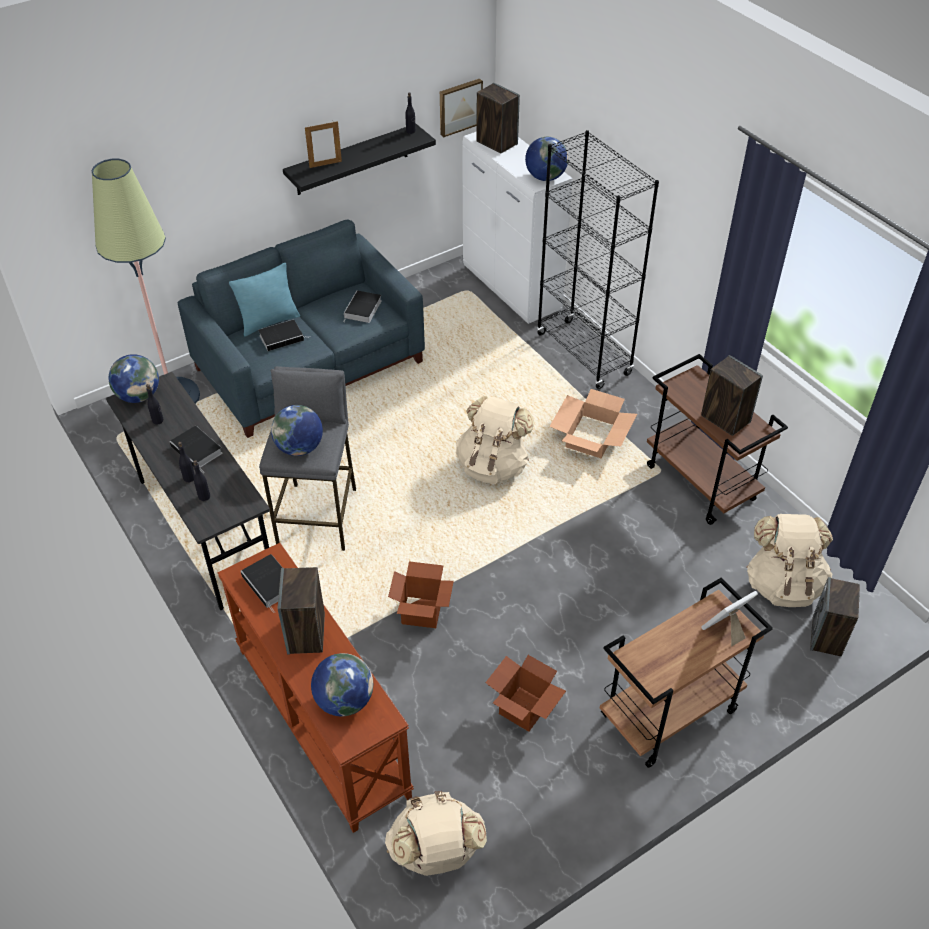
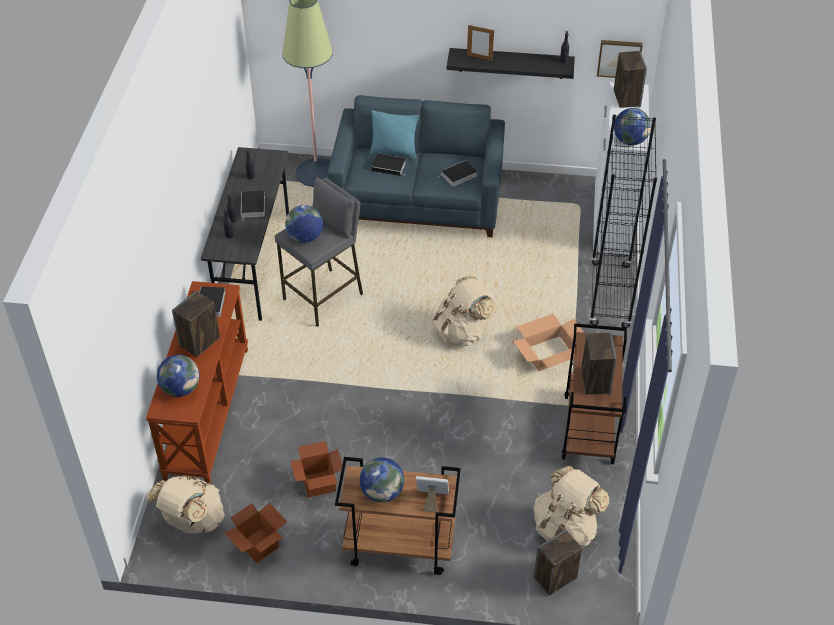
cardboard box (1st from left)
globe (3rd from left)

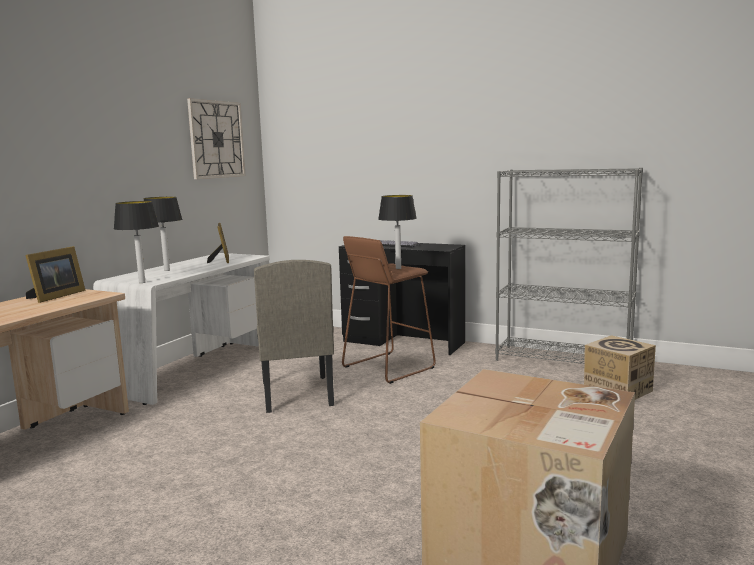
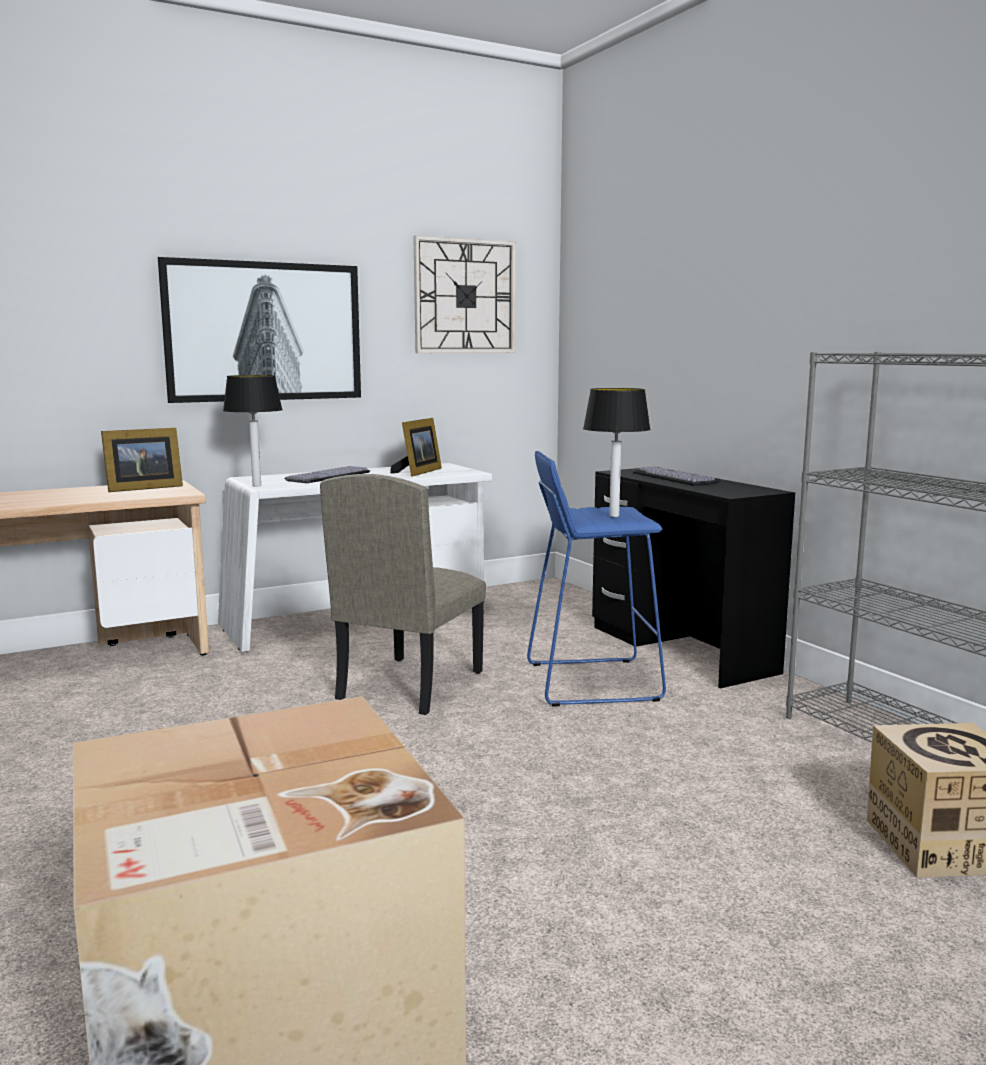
picture
keyboard (1st from left)
stool in blue

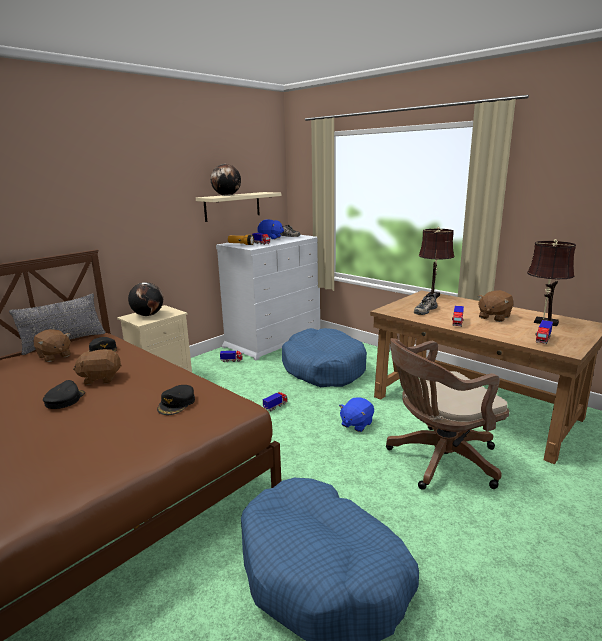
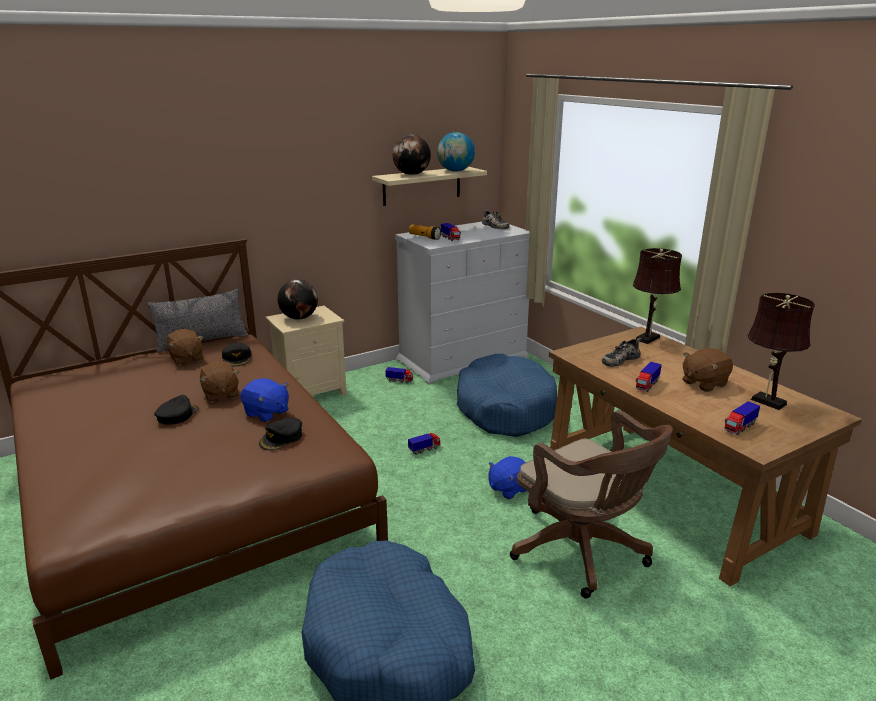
plush toy in brown (2nd from left)
plush toy in blue (1st from left)
globe (3rd from left)
office chair in brown

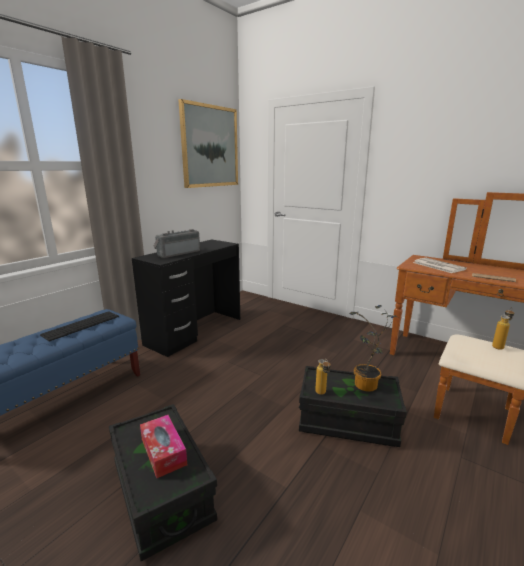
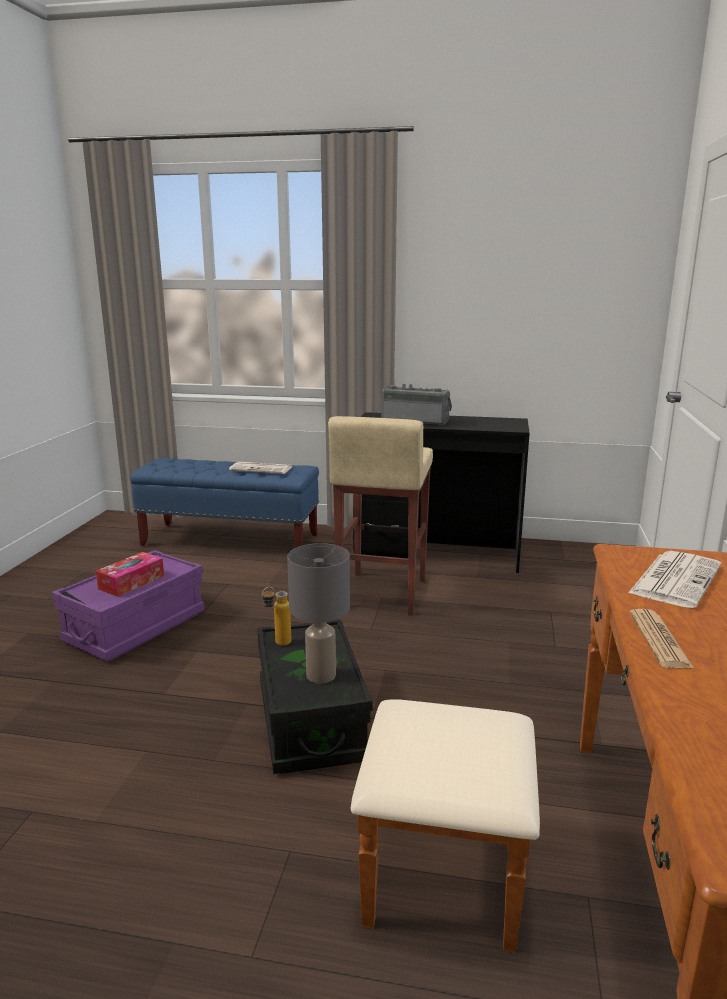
storage box in purple
newspaper (1st from left)
table lamp in grey
stool in beige
picture
bottle (2nd from left in the first image)

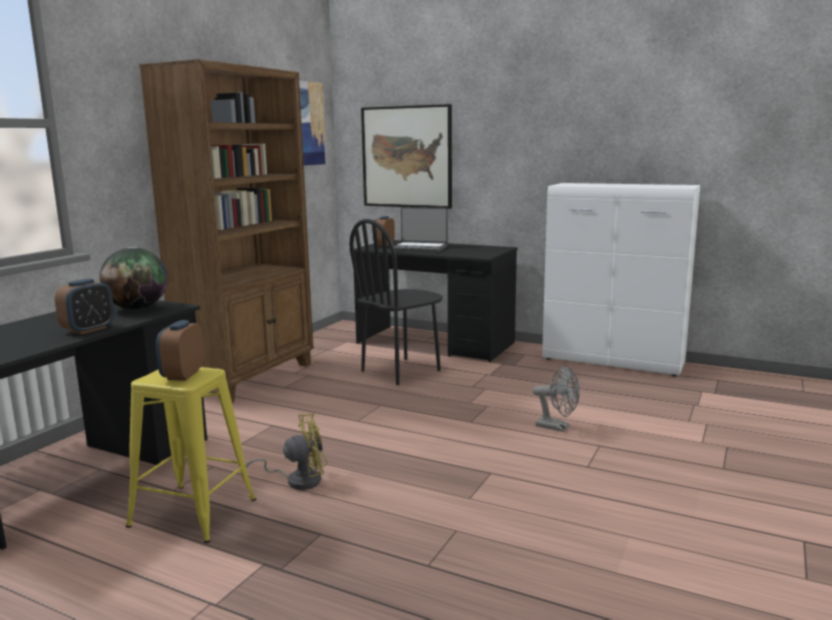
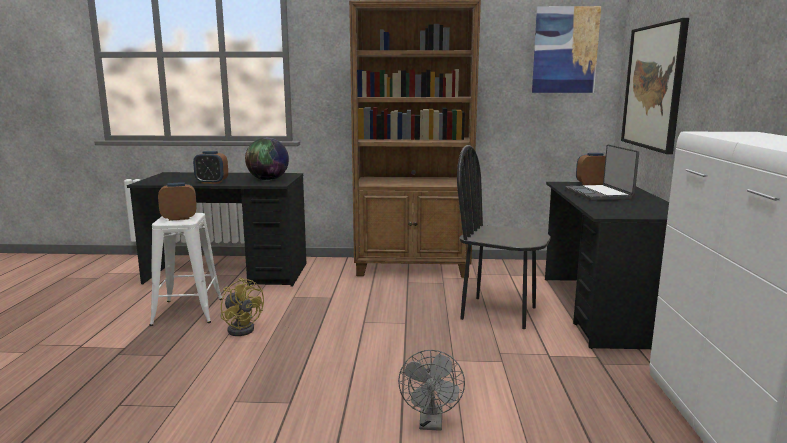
stool in white

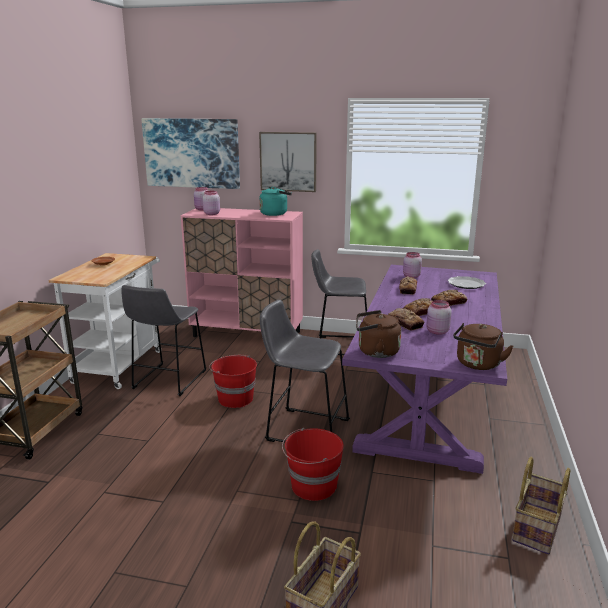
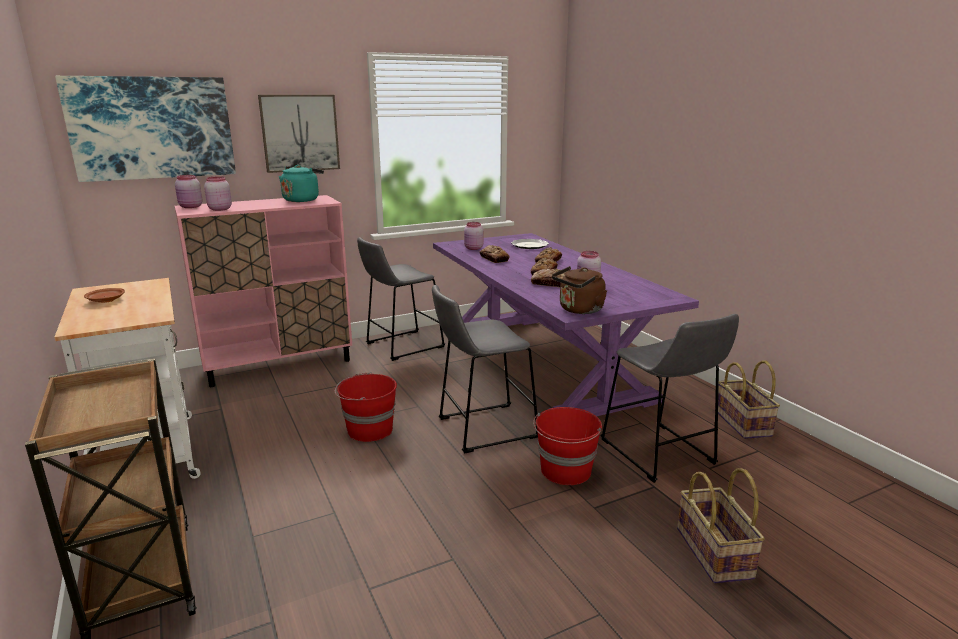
stool in grey (3rd from left)
kettle in brown (2nd from left in the first image)

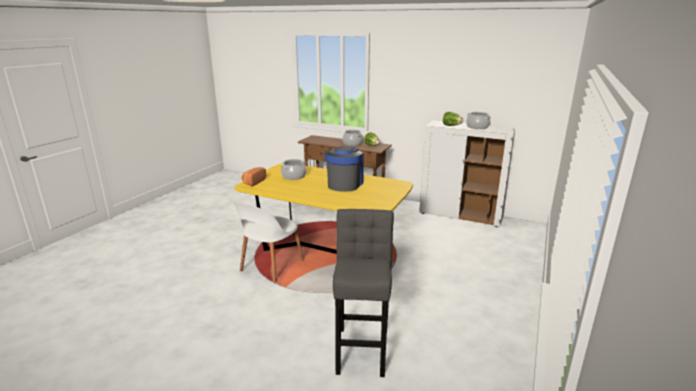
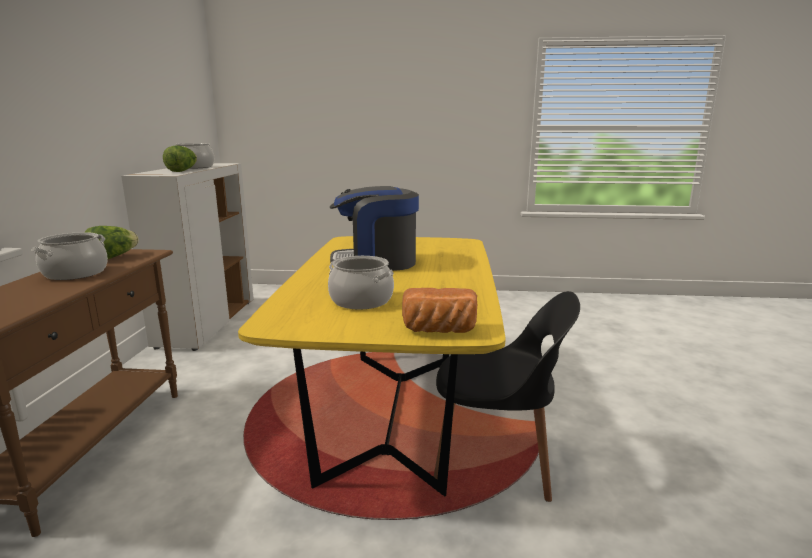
chair in black
stool in grey

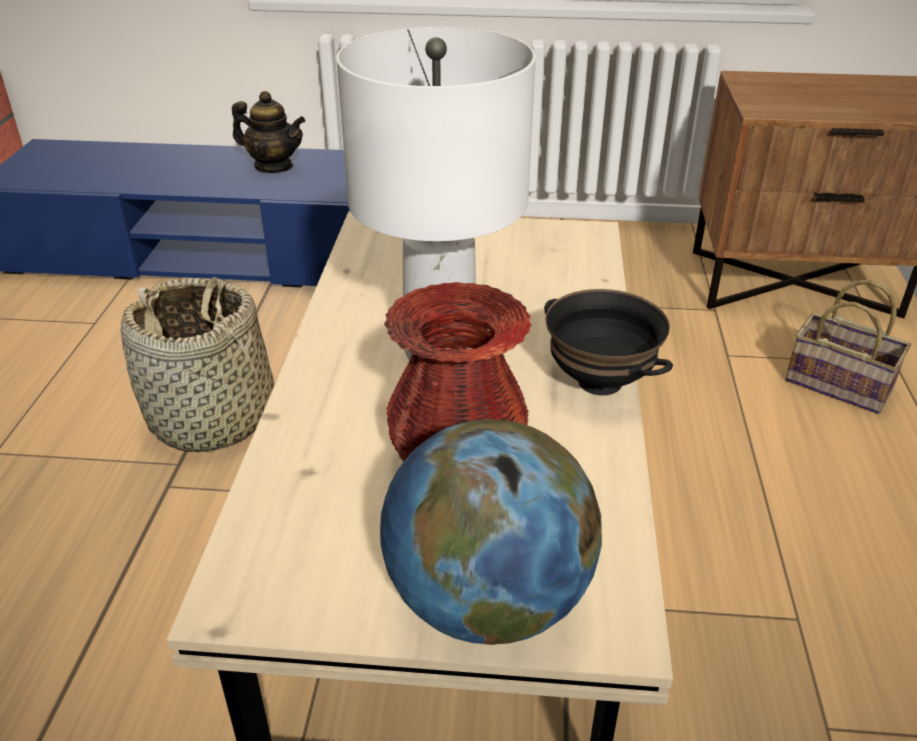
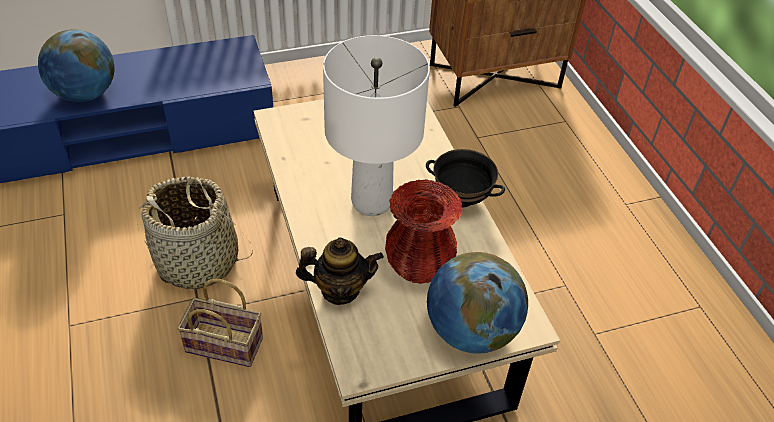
globe (1st from left)
basket (2nd from left)
teapot

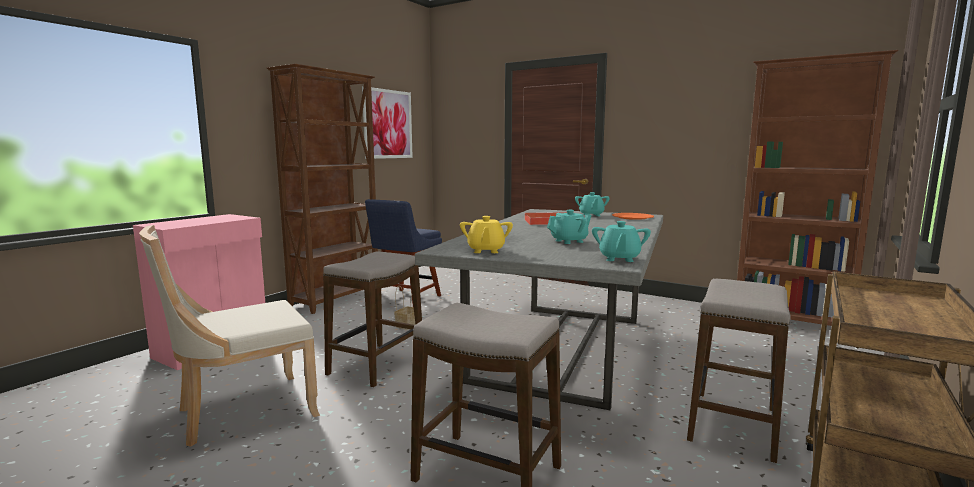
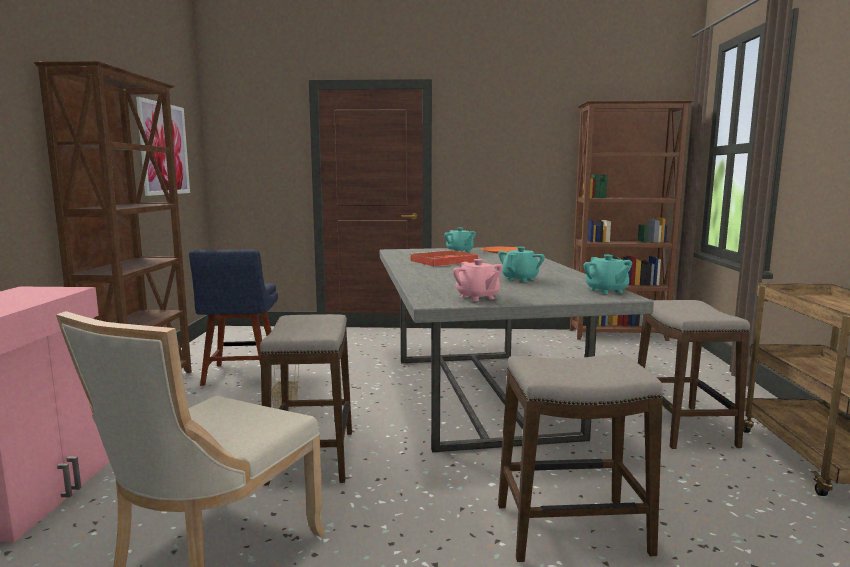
teapot in pink

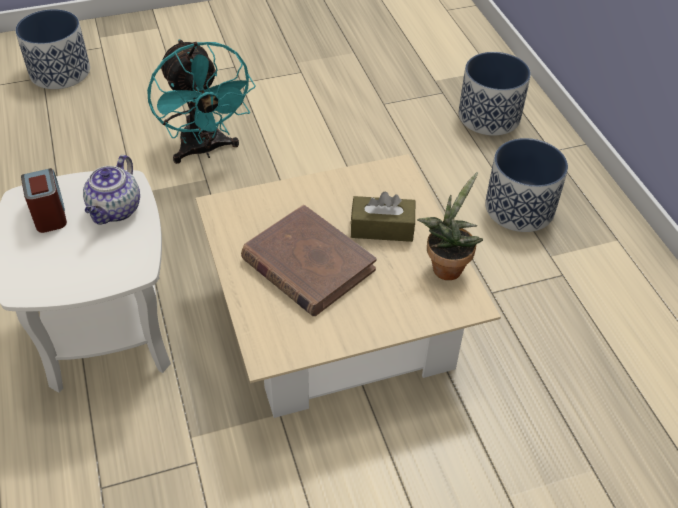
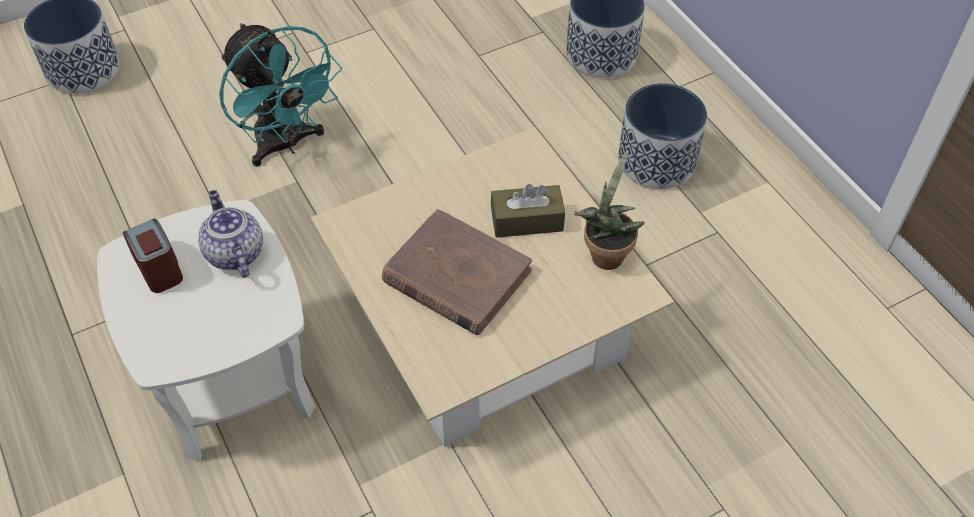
teapot

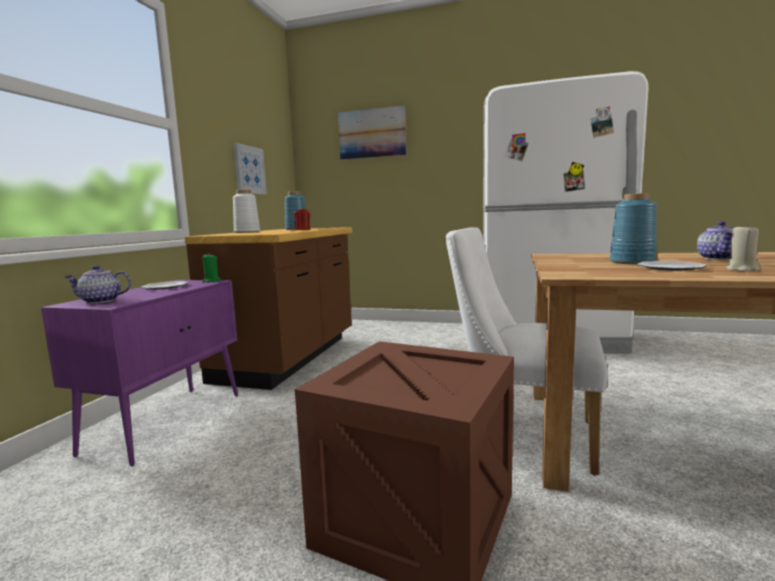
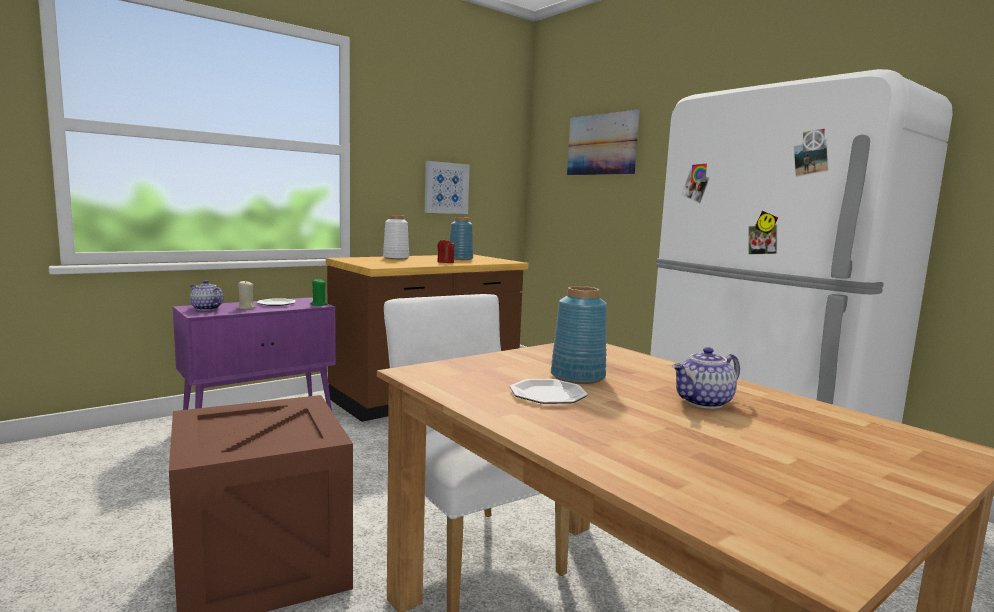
candle in beige

